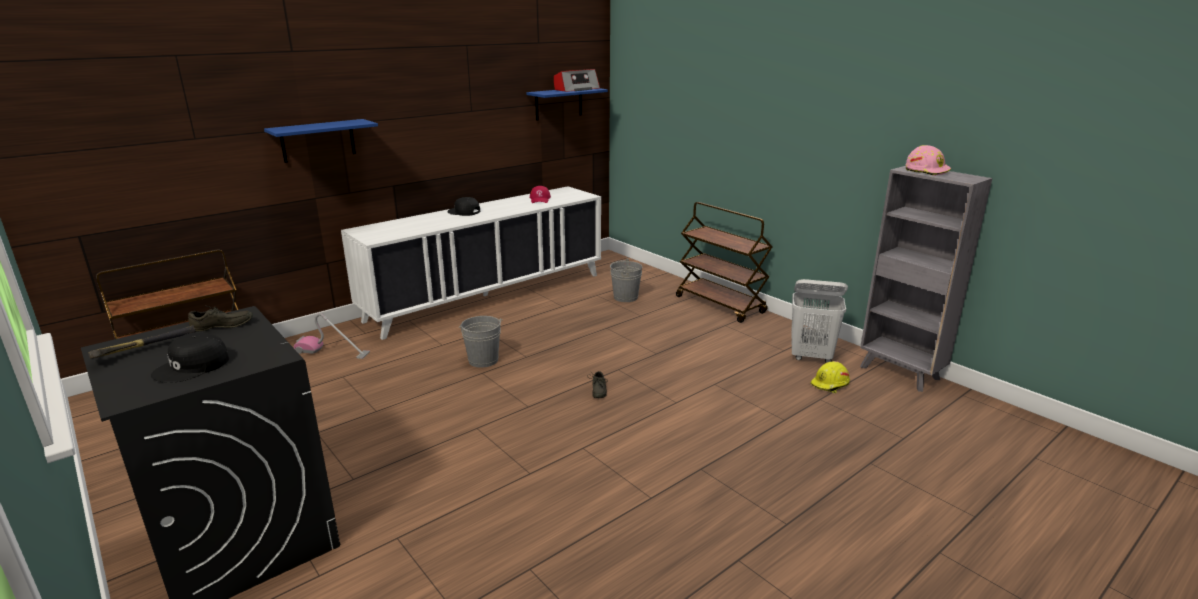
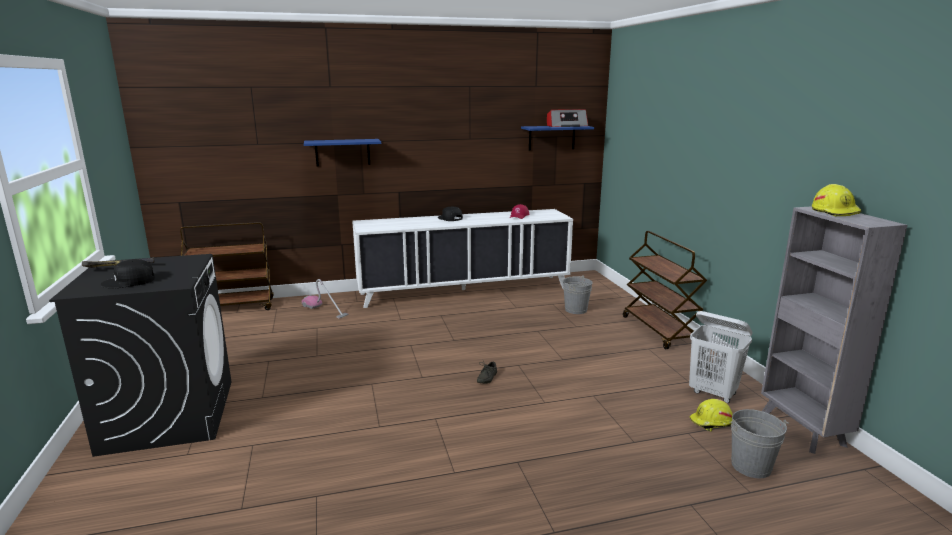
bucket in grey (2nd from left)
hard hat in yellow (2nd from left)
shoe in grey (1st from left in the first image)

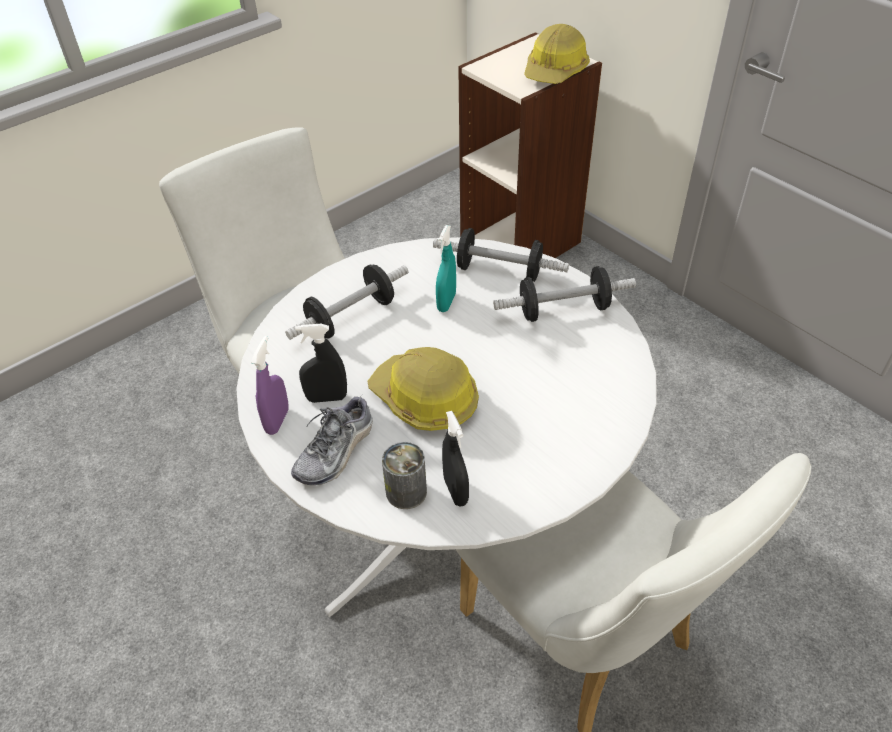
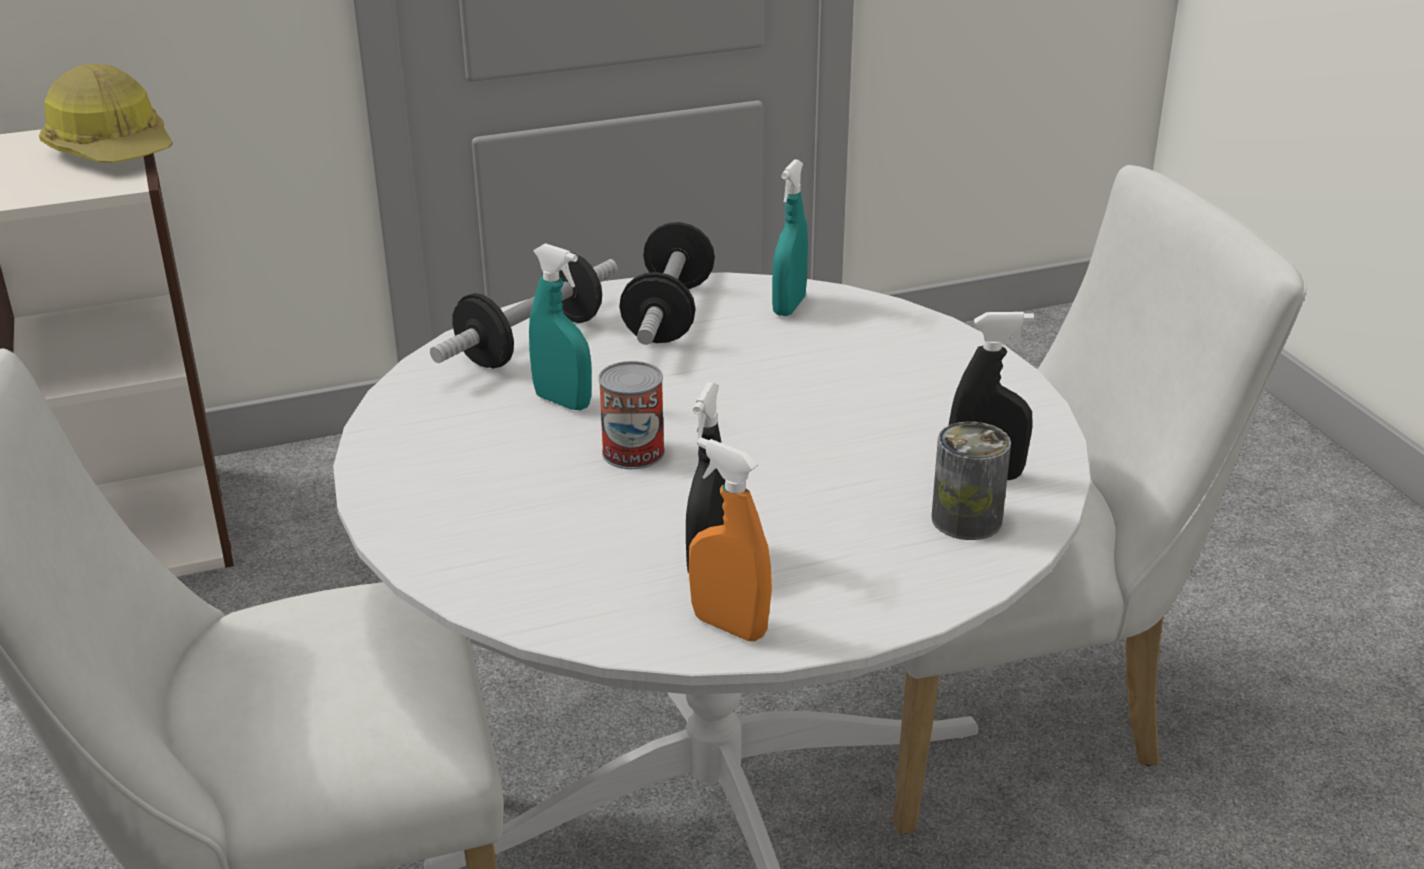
can (1st from left)
spray bottle in orange
spray bottle in turquoise (2nd from left)
dumbbell (1st from left in the first image)
shoe
hard hat (1st from left in the first image)

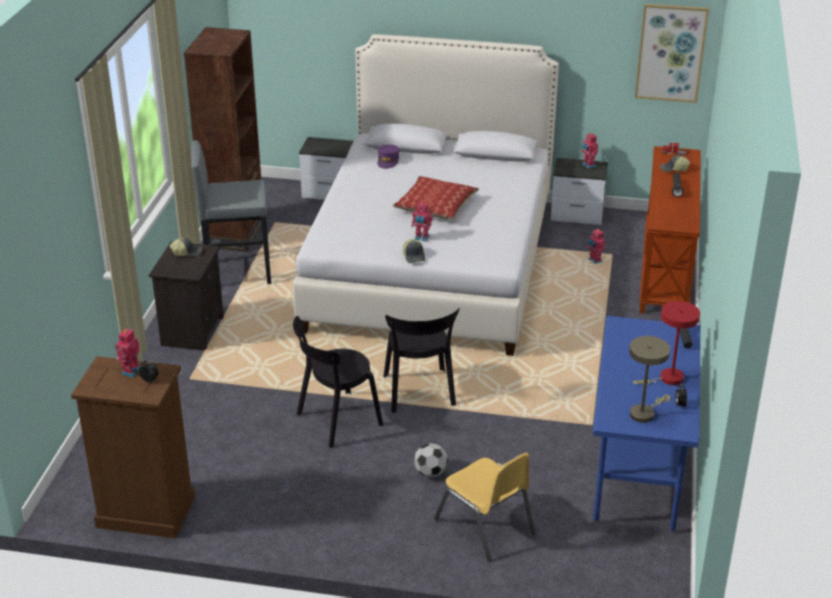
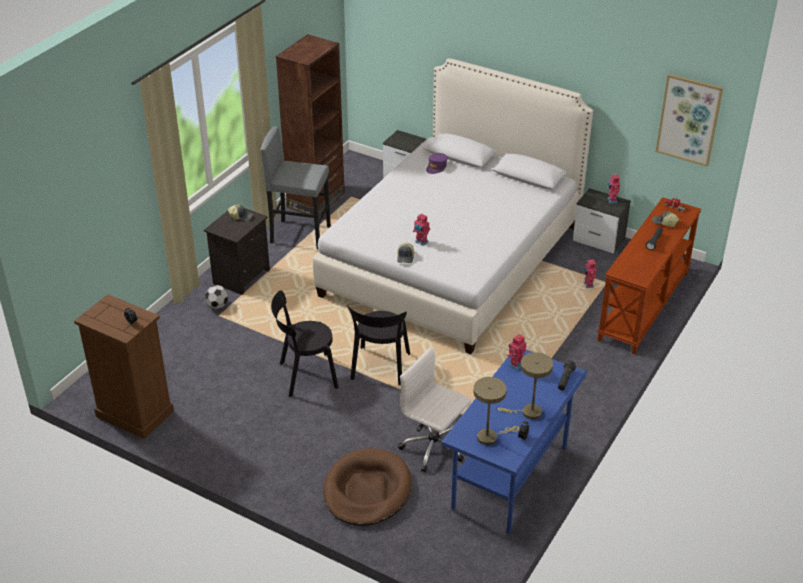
football
dog bed in brown
office chair in white
table lamp in beige (2nd from left)
toy robot (2nd from left)
pillow

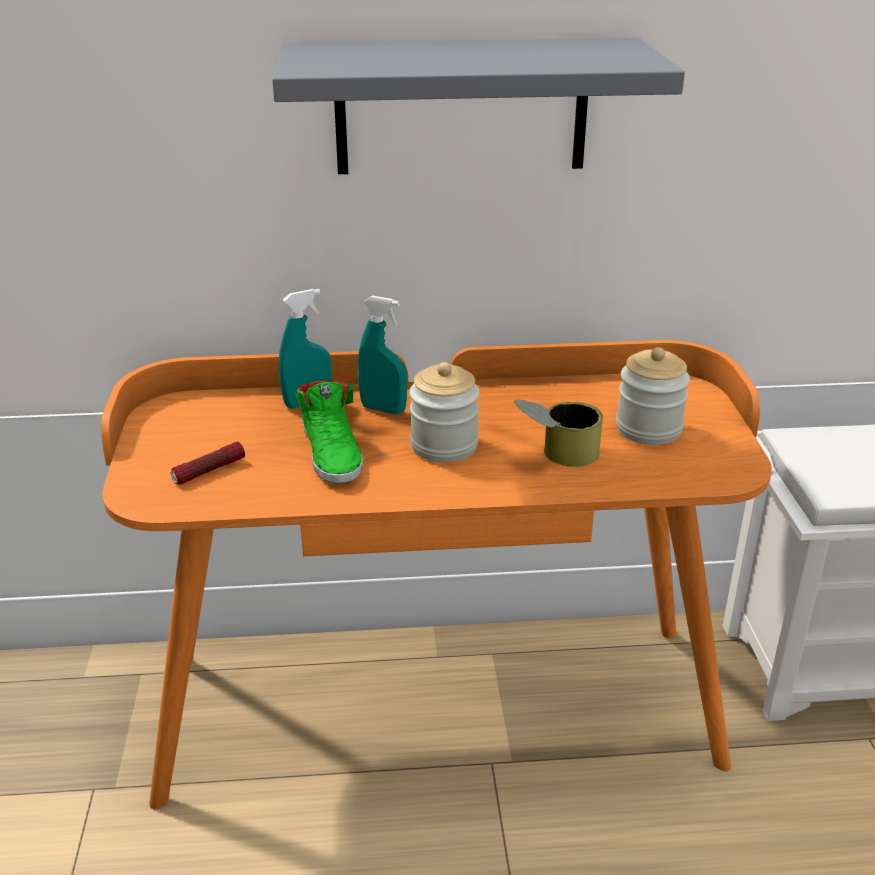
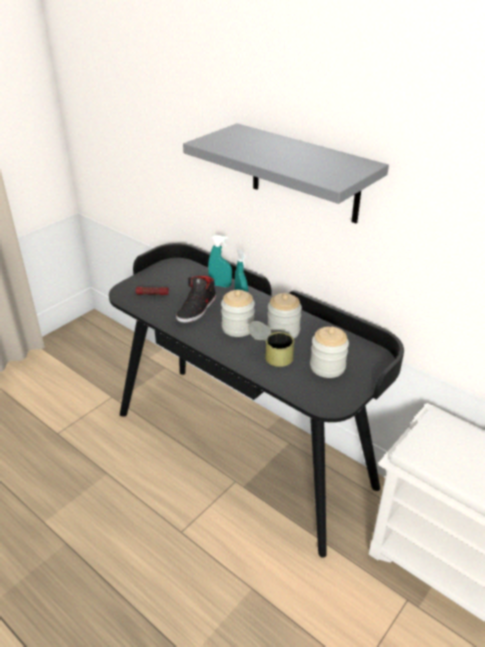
desk in black
shoe in black
jar (2nd from left)

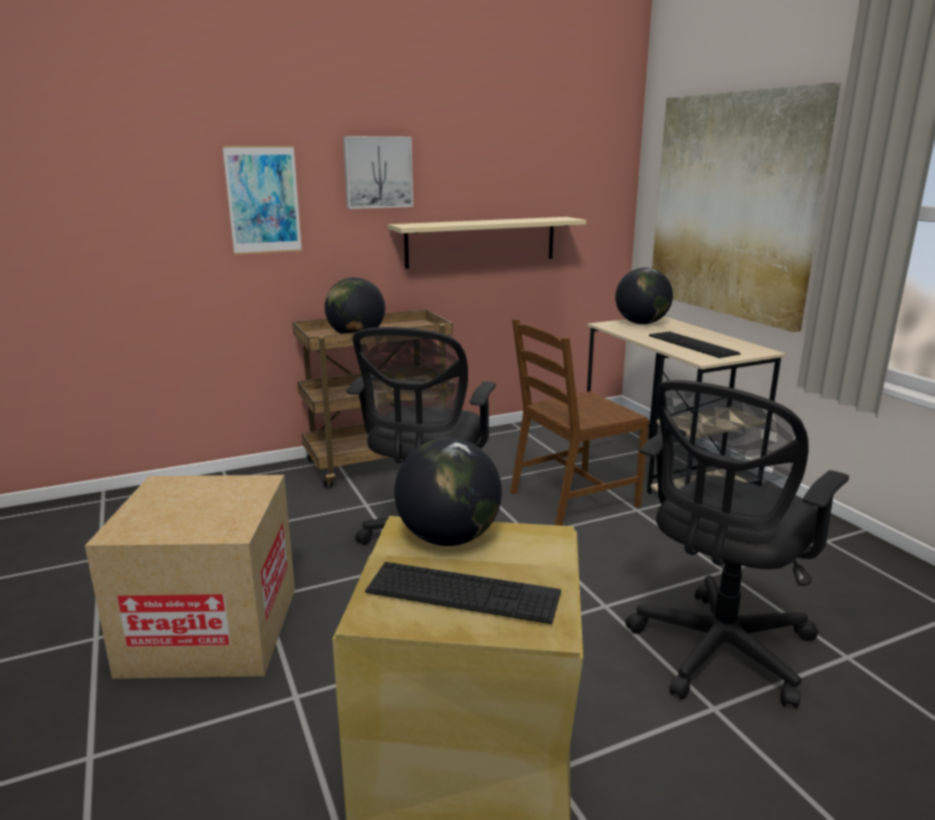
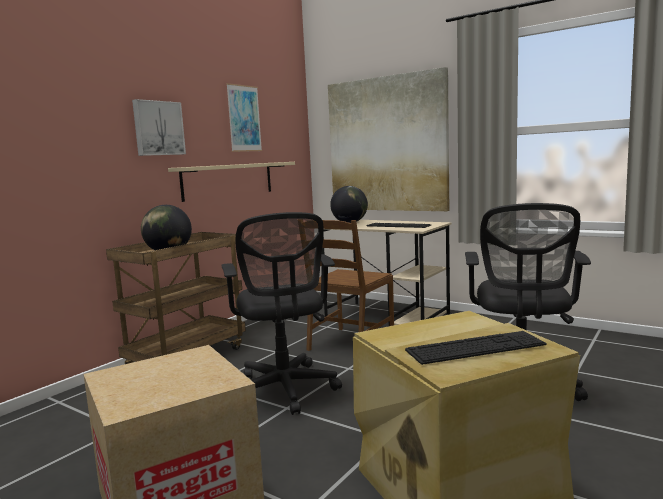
picture (2nd from left)
globe (2nd from left in the first image)

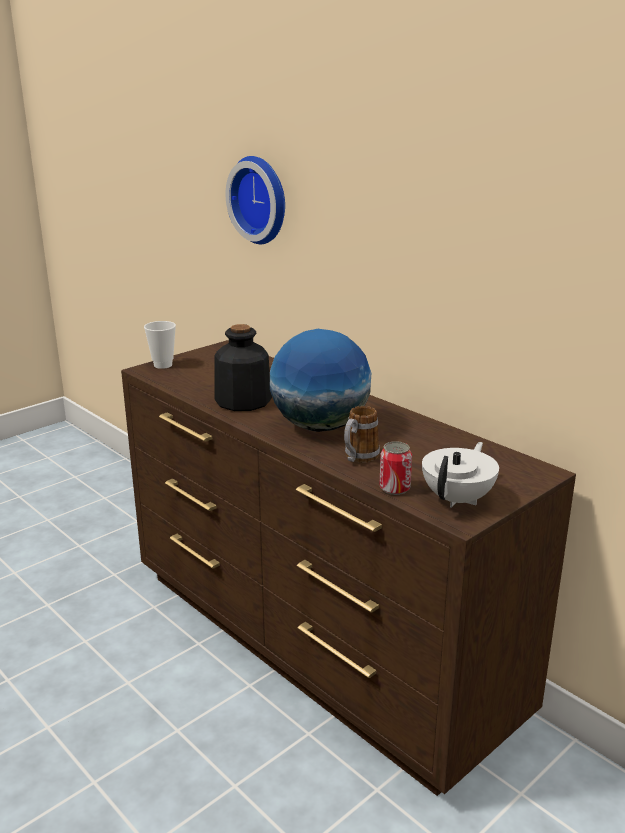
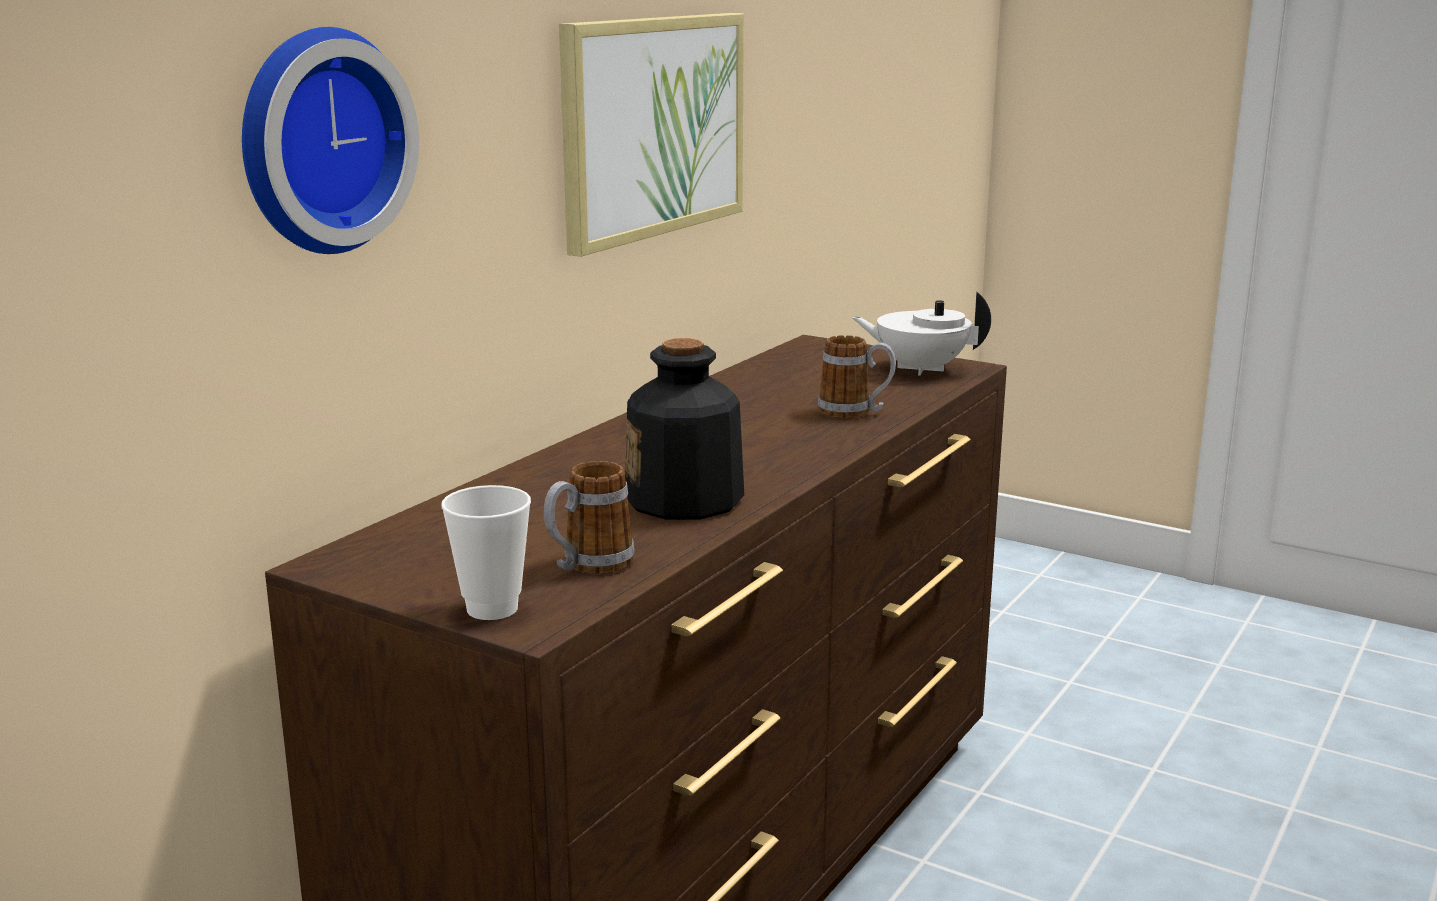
mug (1st from left)
picture
globe
can

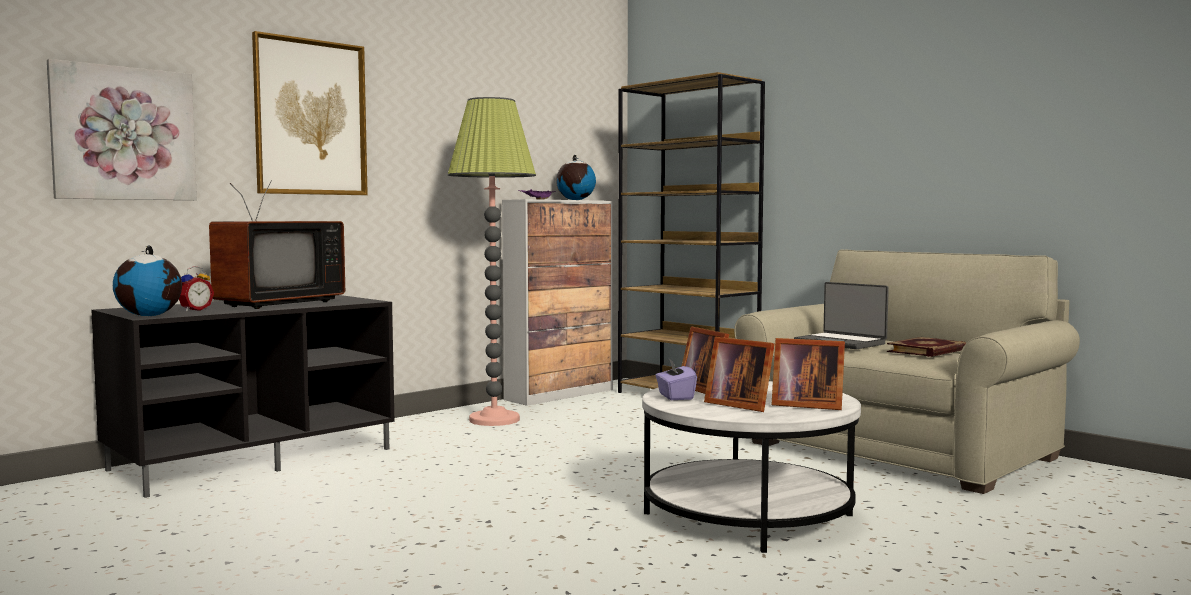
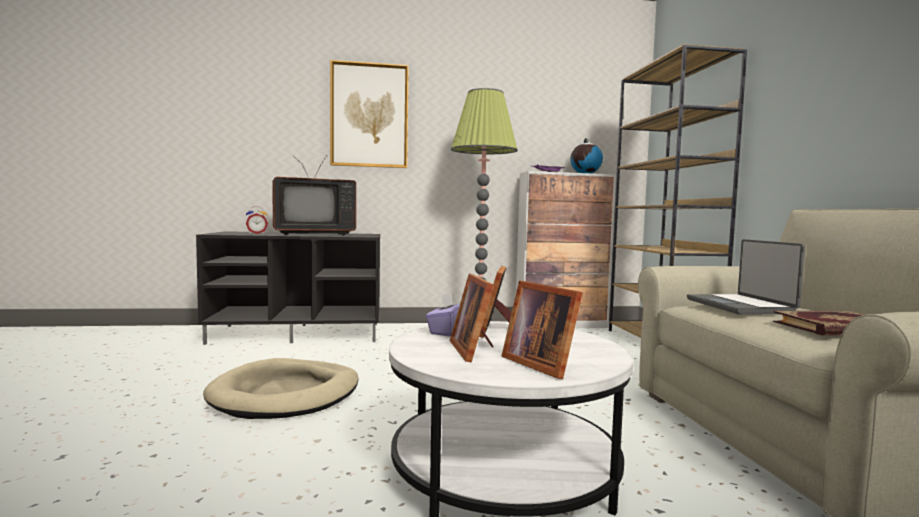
dog bed in beige
picture (1st from left in the first image)
globe (1st from left in the first image)

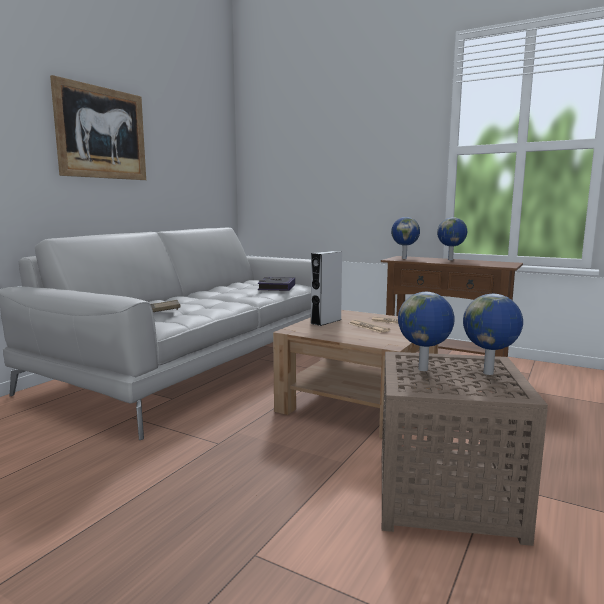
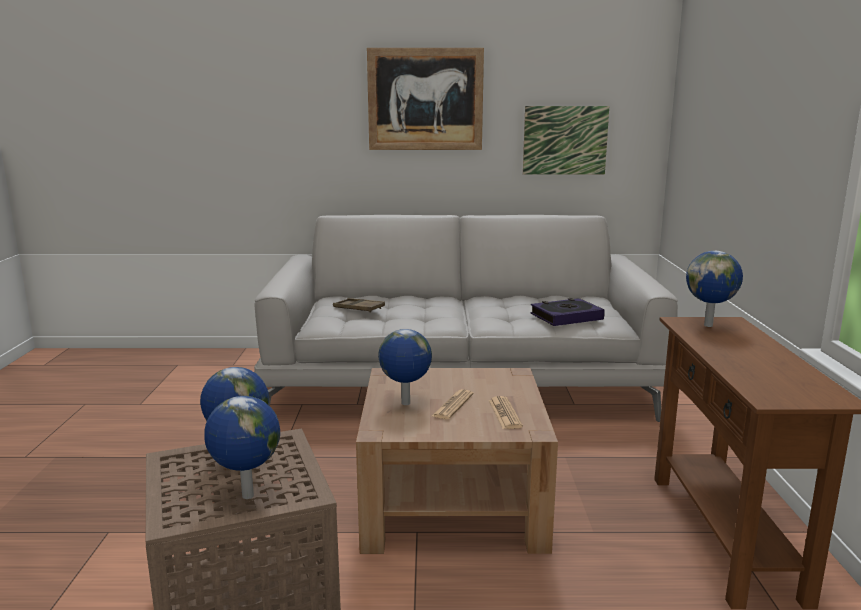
globe (3rd from left)
picture (2nd from left)
speaker in grey

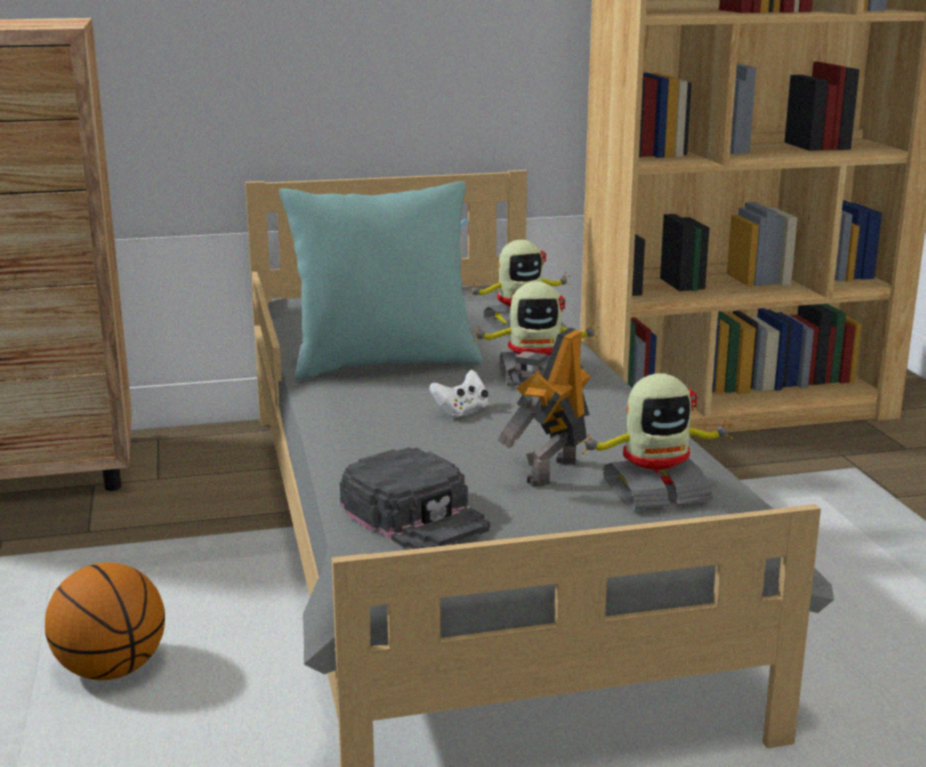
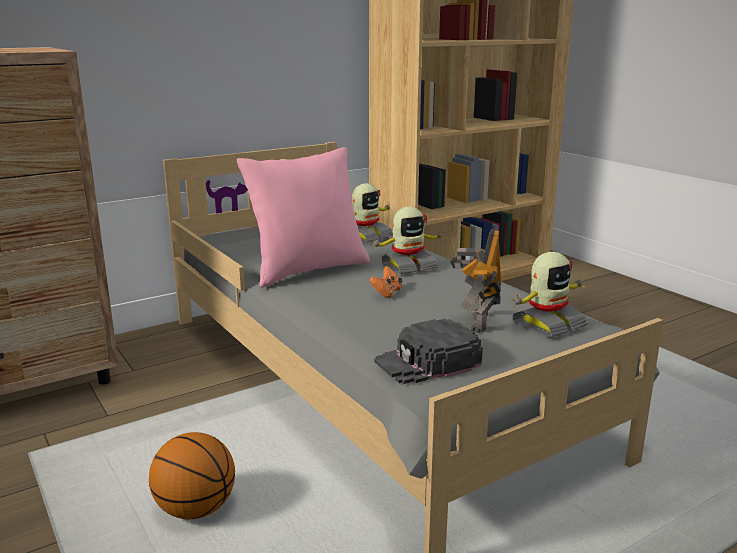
pillow in pink
game controller in orange
cap in black

